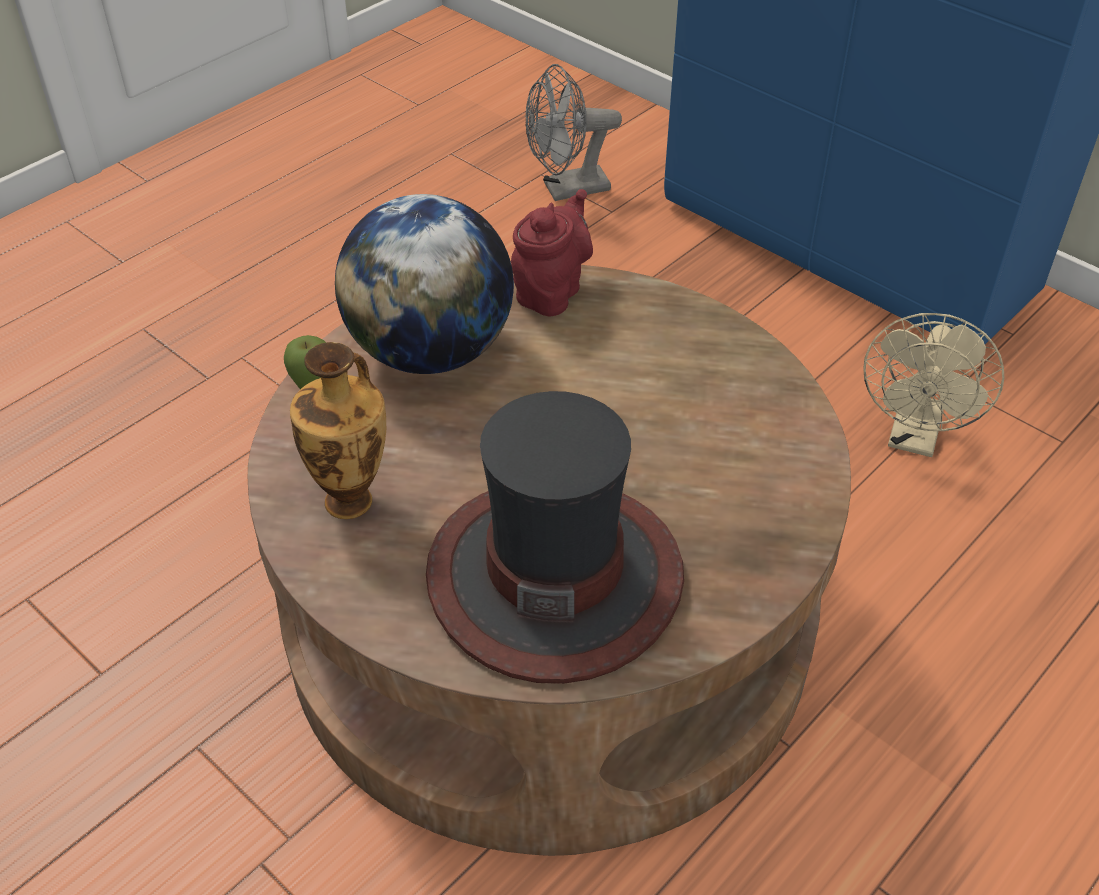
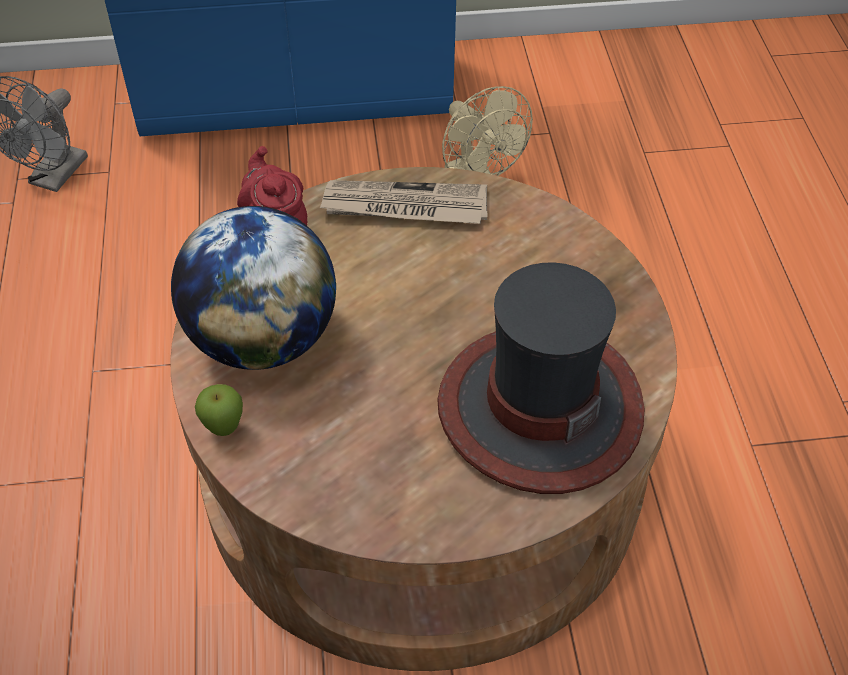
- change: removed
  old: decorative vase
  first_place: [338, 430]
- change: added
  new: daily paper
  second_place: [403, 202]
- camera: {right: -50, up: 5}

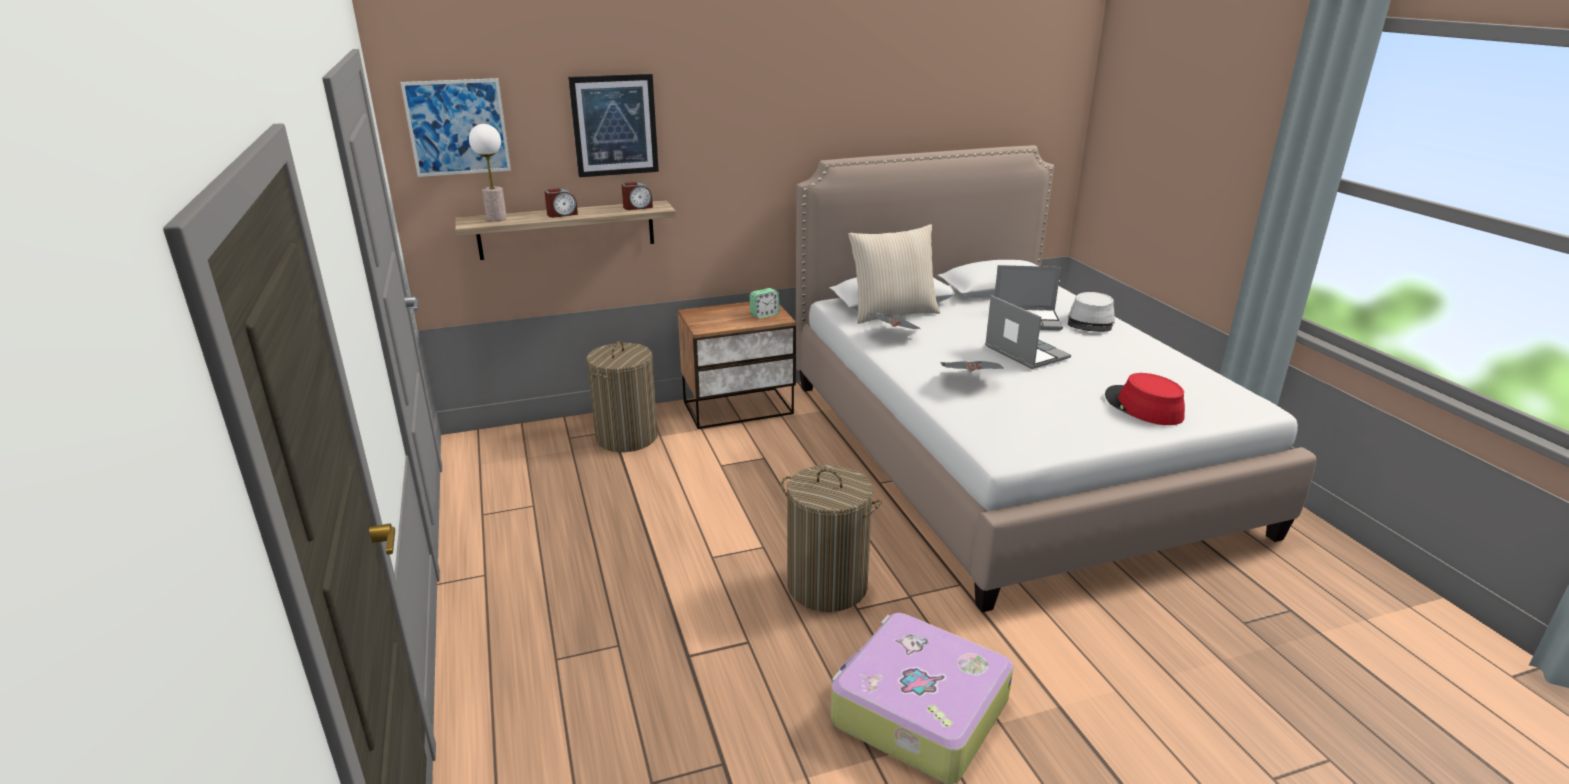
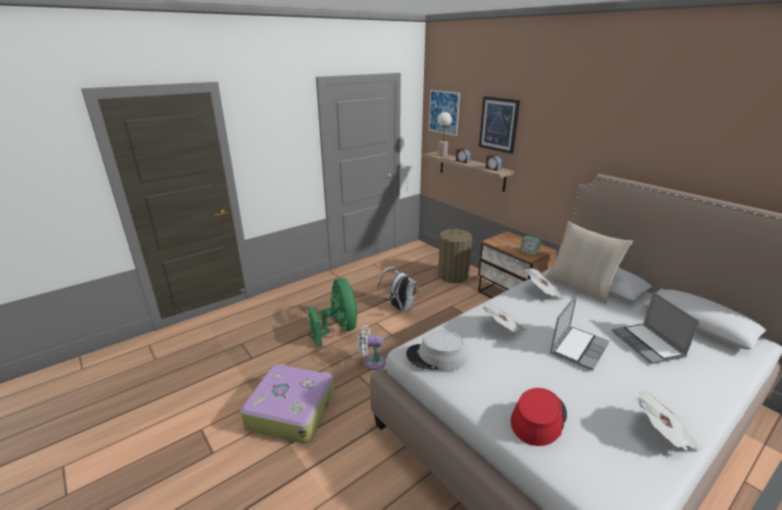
- change: replaced
  old: washing basket
  new: cooling fan (white)
  first_place: [831, 538]
  second_place: [372, 347]
- change: moved
  old: clothing hat (greyish)
  first_place: [1091, 312]
  second_place: [436, 351]
- change: added
  new: cooling fan (greenish)
  second_place: [333, 312]
- change: added
  new: backpack (white)
  second_place: [398, 289]
- change: added
  new: daily paper
  second_place: [668, 421]
- camera: {right: 70, up: 0}

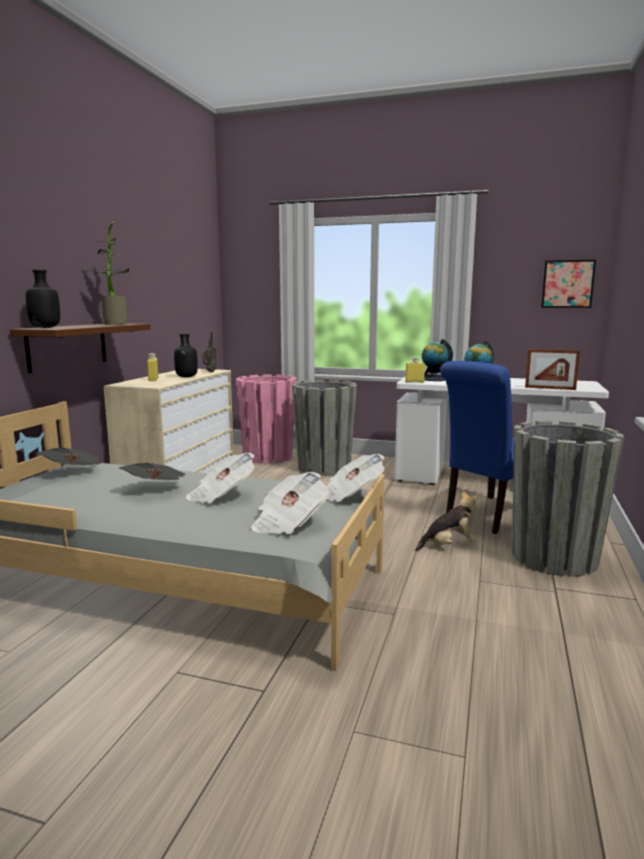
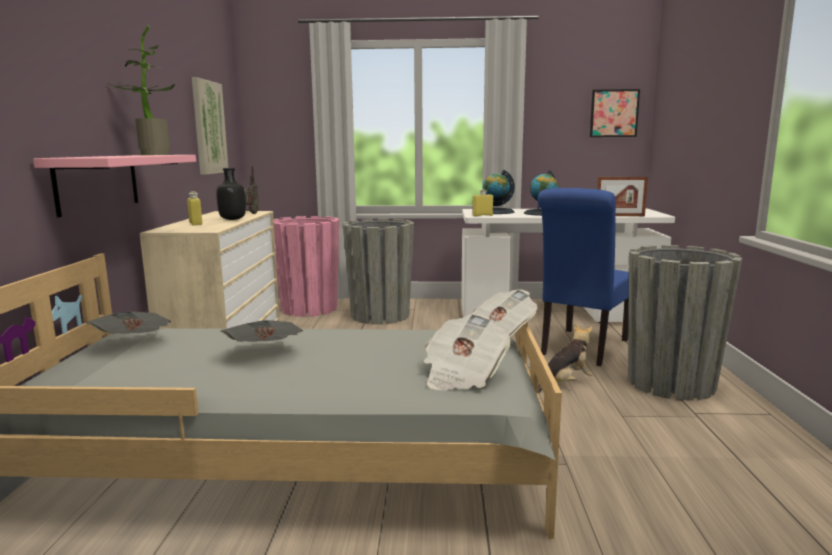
- change: recoloured
  old: shelf (brown-coloured)
  new: shelf (pinkish)
  first_place: [80, 348]
  second_place: [114, 186]
- change: removed
  old: drink bottle (blackish)
  first_place: [43, 299]
- change: removed
  old: daily paper
  first_place: [220, 478]
- change: added
  new: wall art
  second_place: [210, 126]
- camera: {right: -15, up: 0}

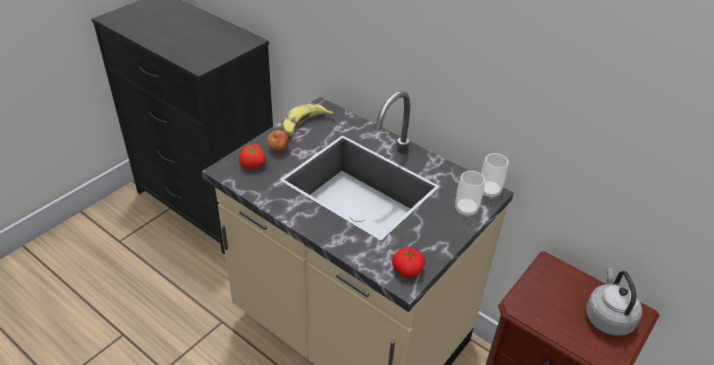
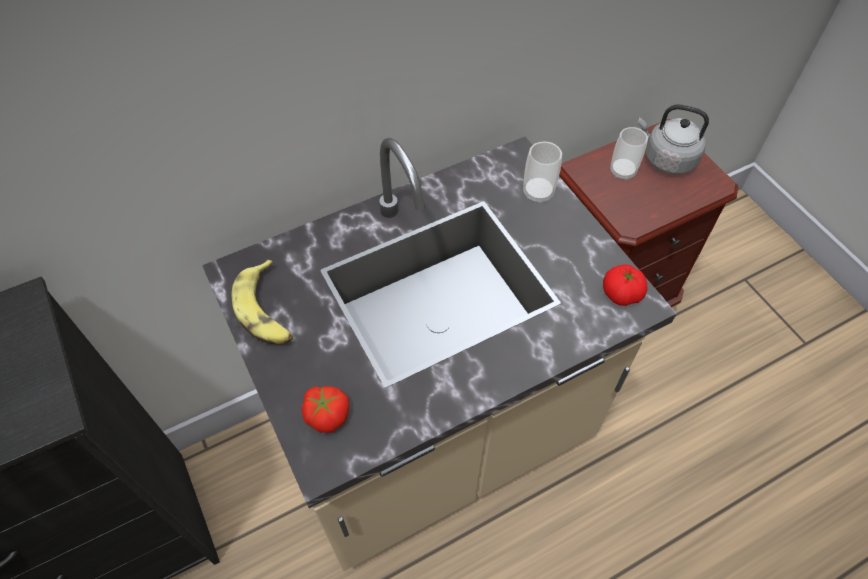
- change: removed
  old: apple
  first_place: [278, 140]
- change: moved
  old: drinking cup
  first_place: [495, 176]
  second_place: [629, 154]
- camera: {right: -65, up: 15}

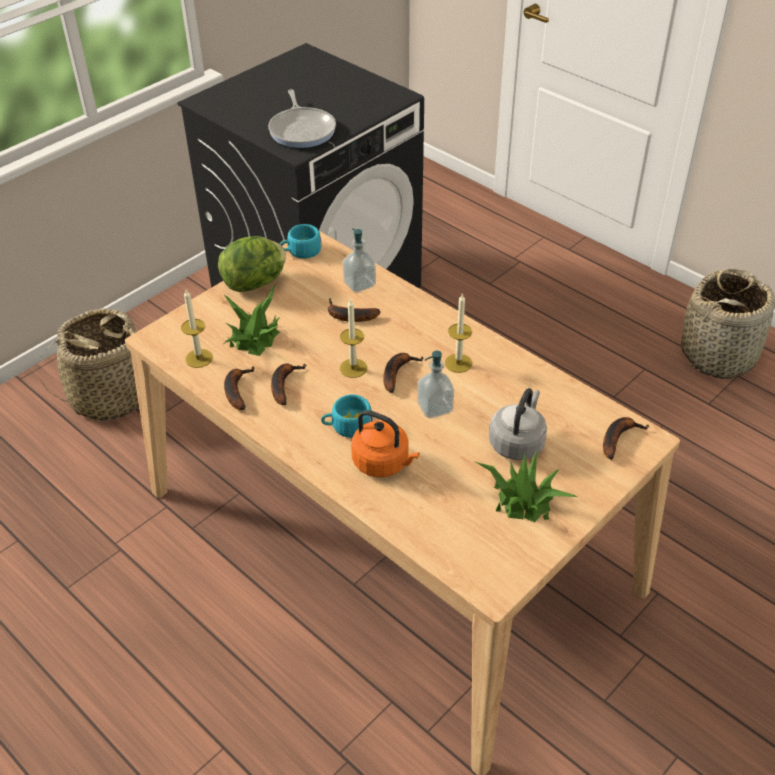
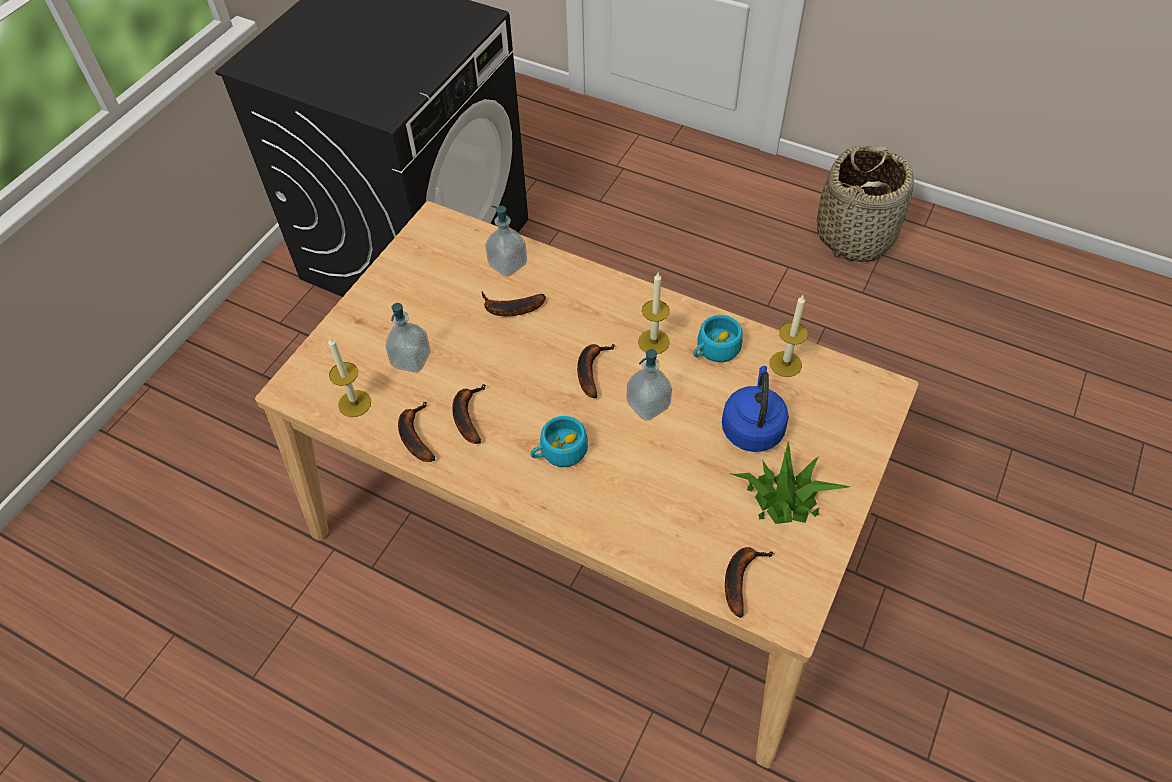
- change: removed
  old: storage basket
  first_place: [88, 364]
- change: removed
  old: lettuce
  first_place: [252, 264]
- change: replaced
  old: potted plant
  new: soap bottle
  first_place: [252, 320]
  second_place: [408, 338]
- change: removed
  old: pan
  first_place: [302, 118]
- change: moved
  old: drinking cup (blue-green)
  first_place: [301, 241]
  second_place: [718, 338]
- change: moved
  old: wax candle
  first_place: [353, 338]
  second_place: [789, 336]
- change: removed
  old: kettle (orange-coloured)
  first_place: [385, 443]
- change: recoloured
  old: kettle (greyish)
  new: kettle (blue-coloured)
  first_place: [518, 424]
  second_place: [755, 409]
- change: moved
  old: banana
  first_place: [626, 438]
  second_place: [749, 582]
- camera: {right: -15, up: 10}

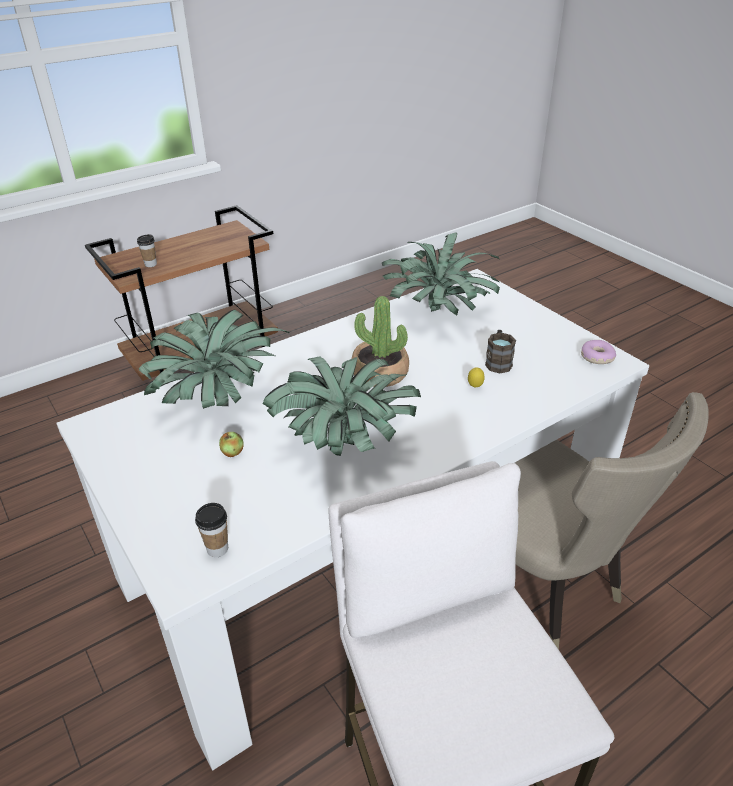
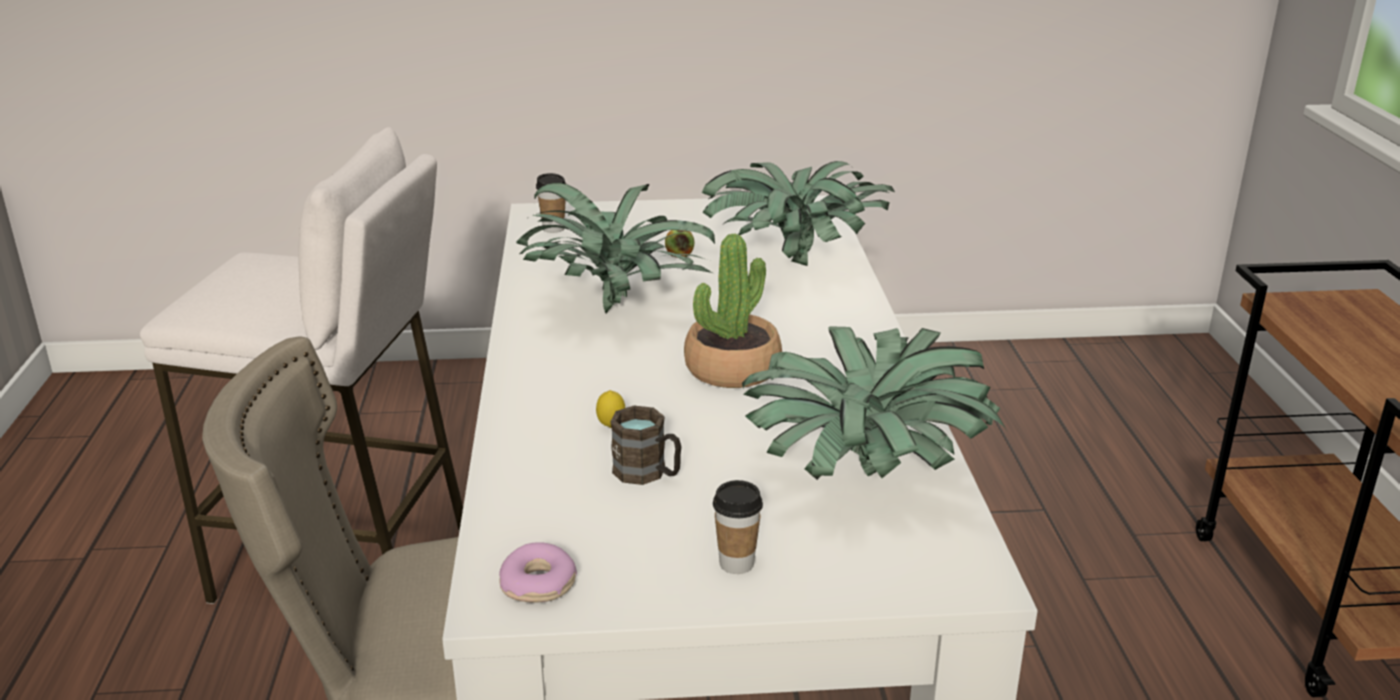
- change: moved
  old: drinking cup
  first_place: [147, 250]
  second_place: [738, 527]
- camera: {right: 120, up: -10}

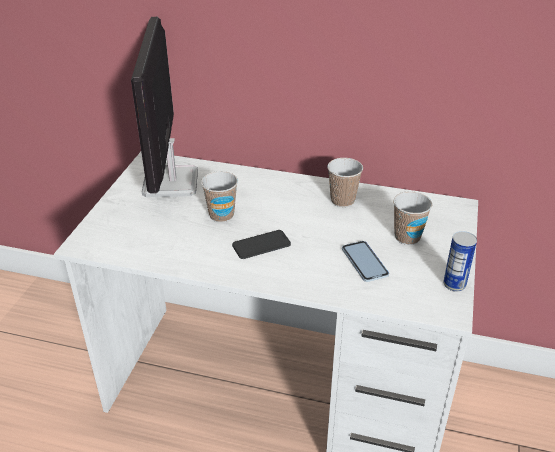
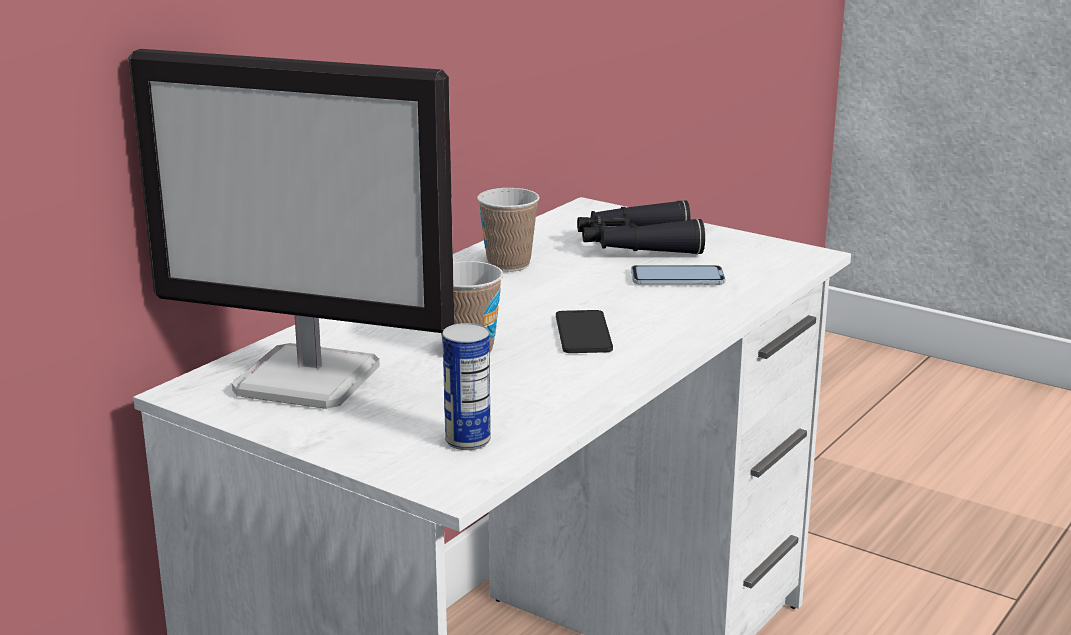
- change: replaced
  old: drinking cup
  new: pair of binoculars (blackish)
  first_place: [412, 218]
  second_place: [641, 227]
- change: moved
  old: metal can
  first_place: [460, 261]
  second_place: [466, 386]
- camera: {right: -70, up: -15}

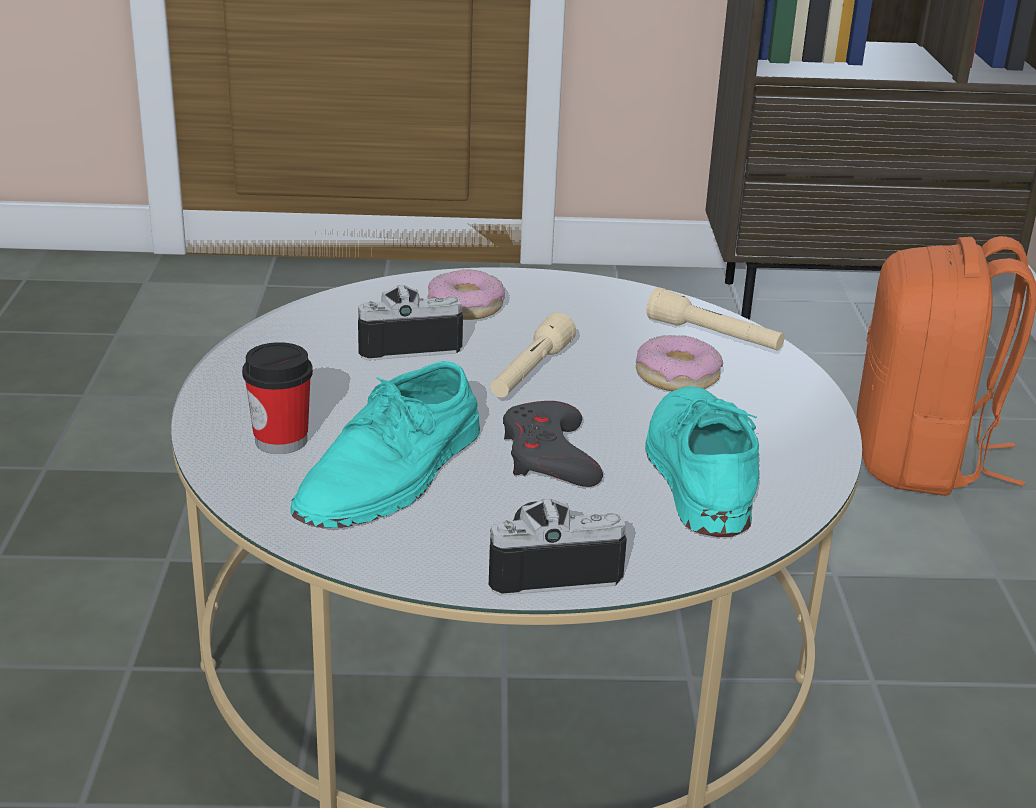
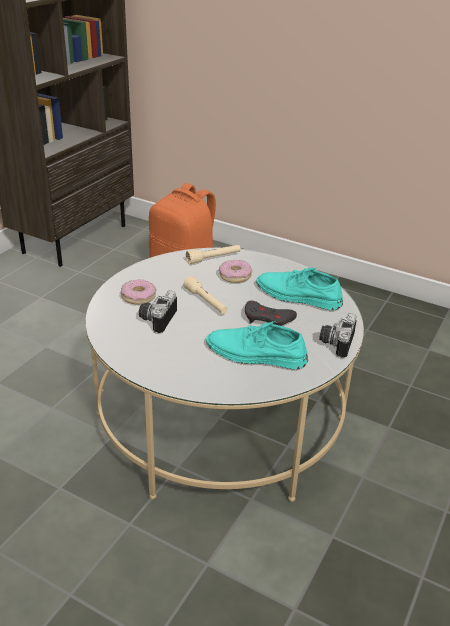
- change: removed
  old: drinking cup
  first_place: [277, 398]
- change: turned
  old: item of footwear (blue-green)
  first_place: [385, 444]
  second_place: [257, 345]
  degrees: 135
- camera: {right: -60, up: 5}

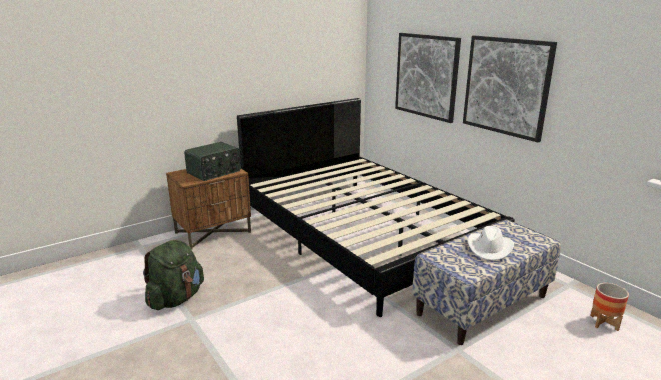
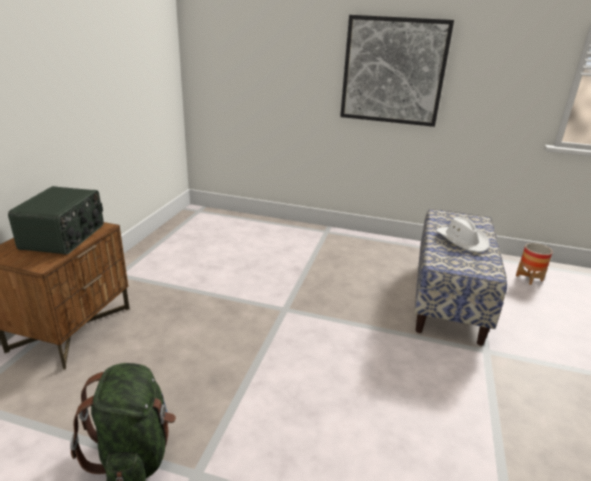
- change: removed
  old: sleeping bed (blackish)
  first_place: [376, 207]
- change: removed
  old: wall art
  first_place: [428, 78]
- camera: {right: -40, up: 5}

